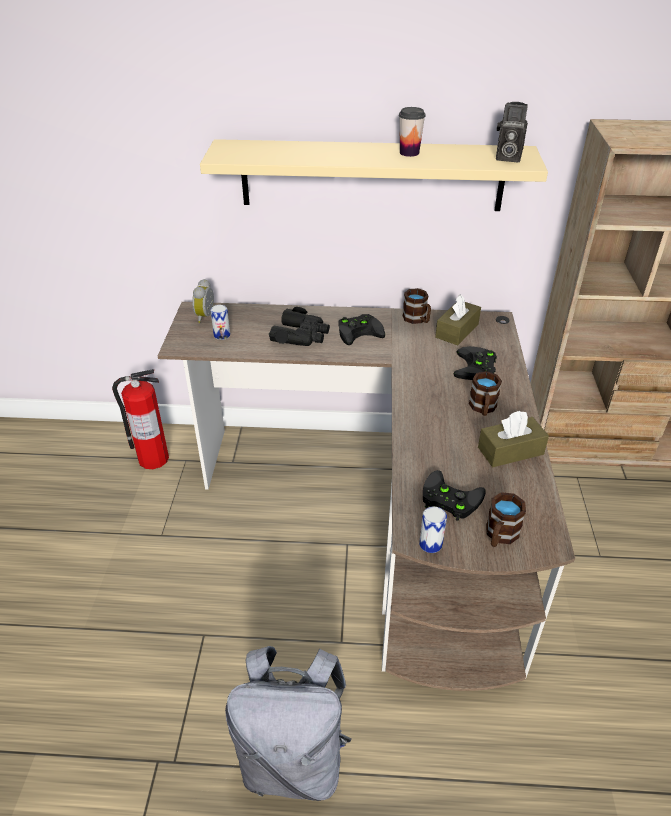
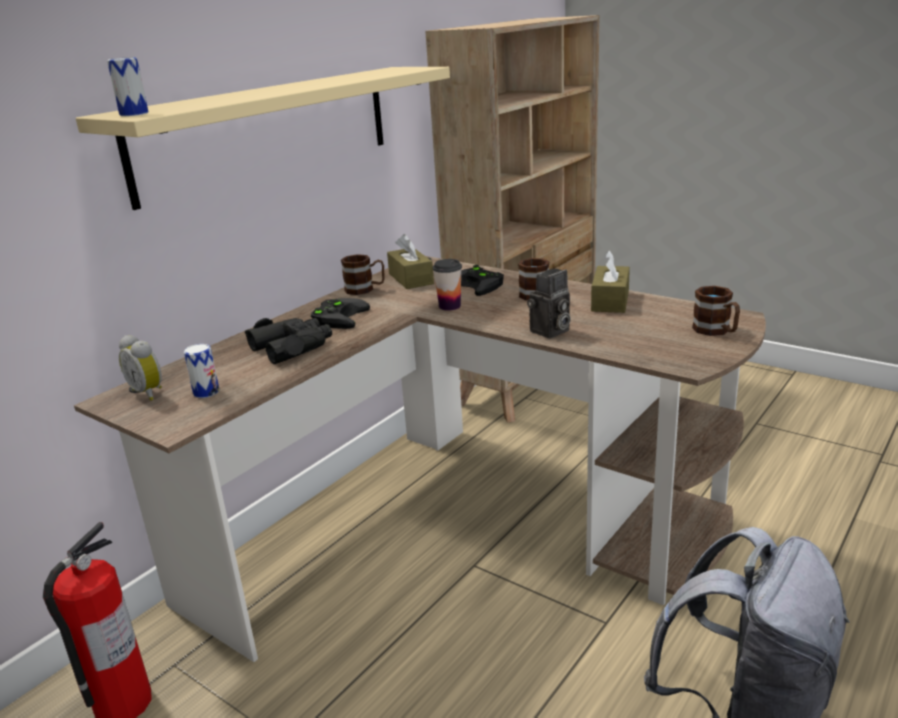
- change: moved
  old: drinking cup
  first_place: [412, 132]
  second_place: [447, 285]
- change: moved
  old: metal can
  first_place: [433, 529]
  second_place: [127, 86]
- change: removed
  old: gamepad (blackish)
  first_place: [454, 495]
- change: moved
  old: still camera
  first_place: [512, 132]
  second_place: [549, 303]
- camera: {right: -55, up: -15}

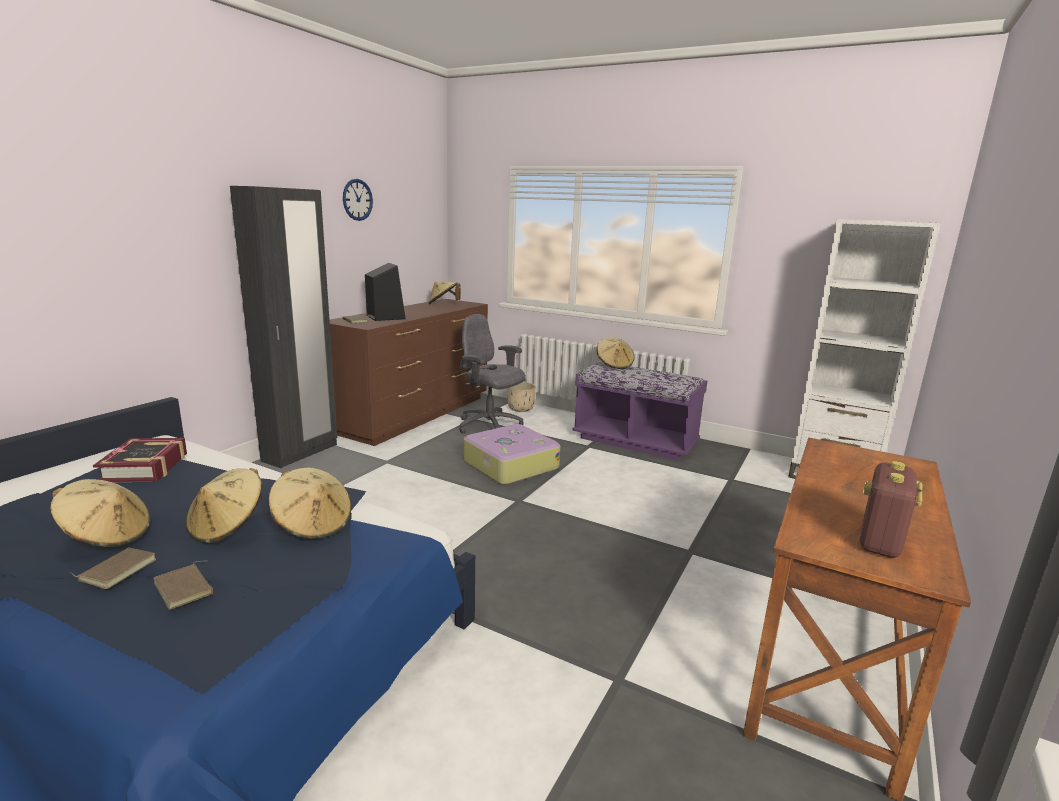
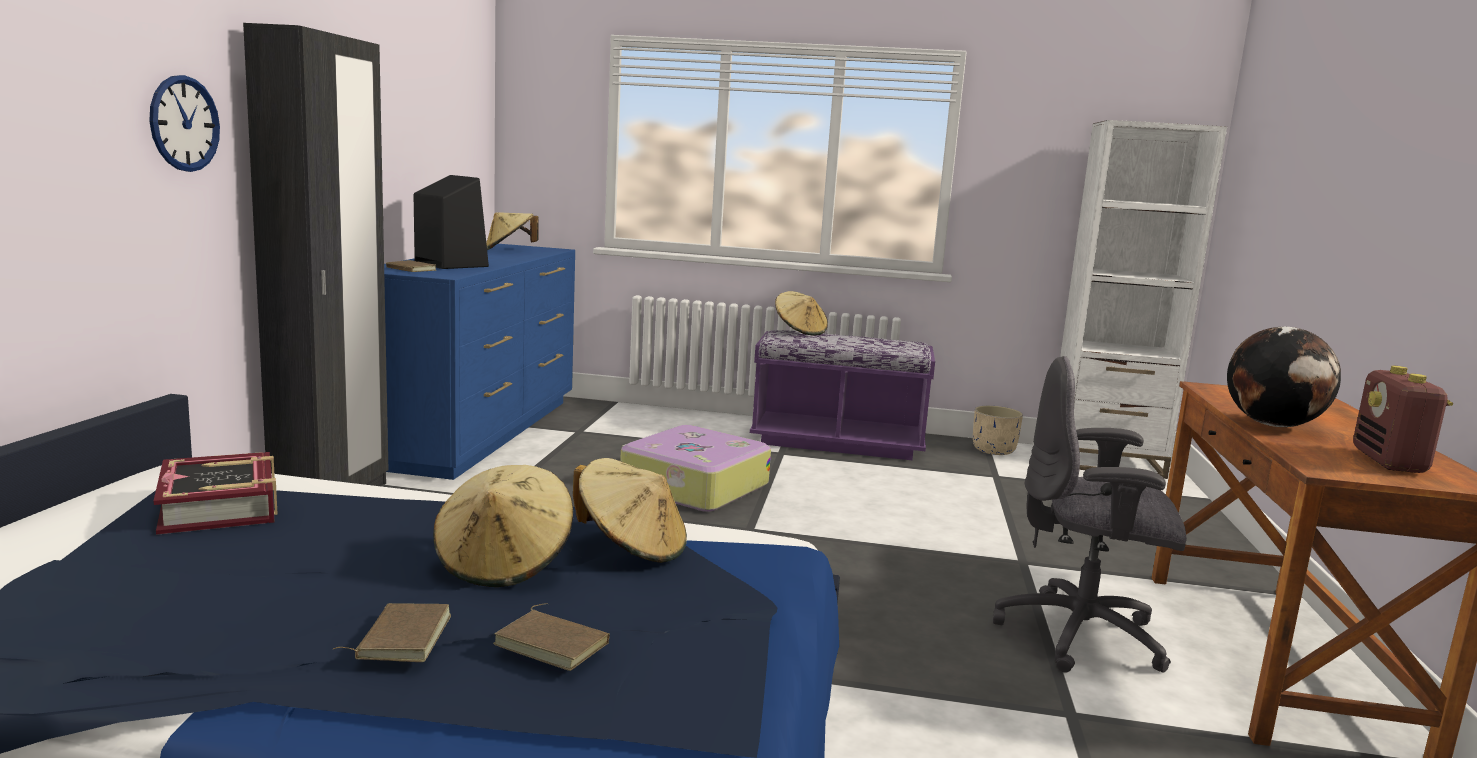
- change: removed
  old: clothing hat (beige)
  first_place: [100, 513]
- change: recoloured
  old: chest of drawers (brown-coloured)
  new: chest of drawers (blue-coloured)
  first_place: [409, 372]
  second_place: [479, 362]
- change: moved
  old: hanging clock
  first_place: [358, 200]
  second_place: [184, 123]
- change: moved
  old: desk chair (greyish)
  first_place: [492, 374]
  second_place: [1090, 514]
- change: moved
  old: plant pot (beige)
  first_place: [522, 397]
  second_place: [998, 430]
- change: added
  new: globe
  second_place: [1284, 377]
- camera: {right: -20, up: -5}

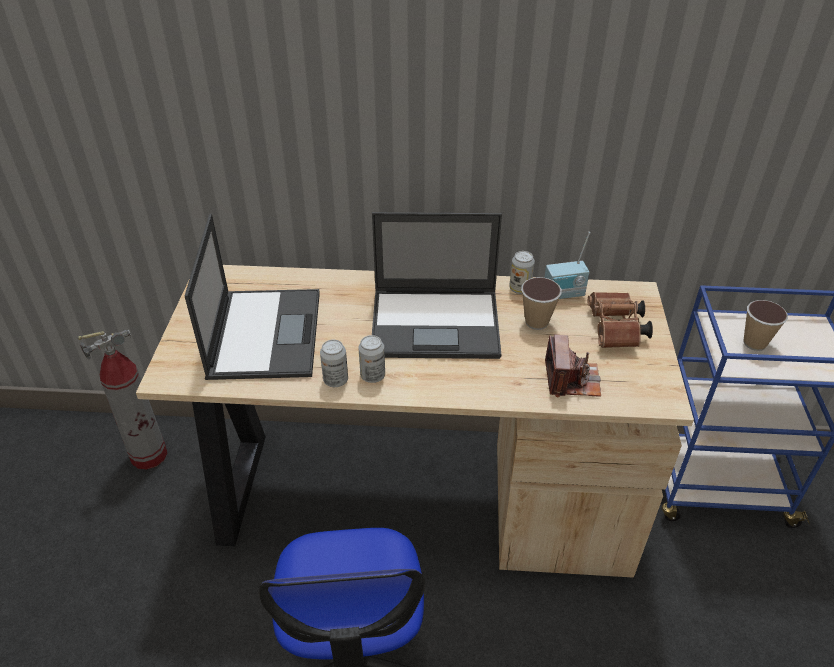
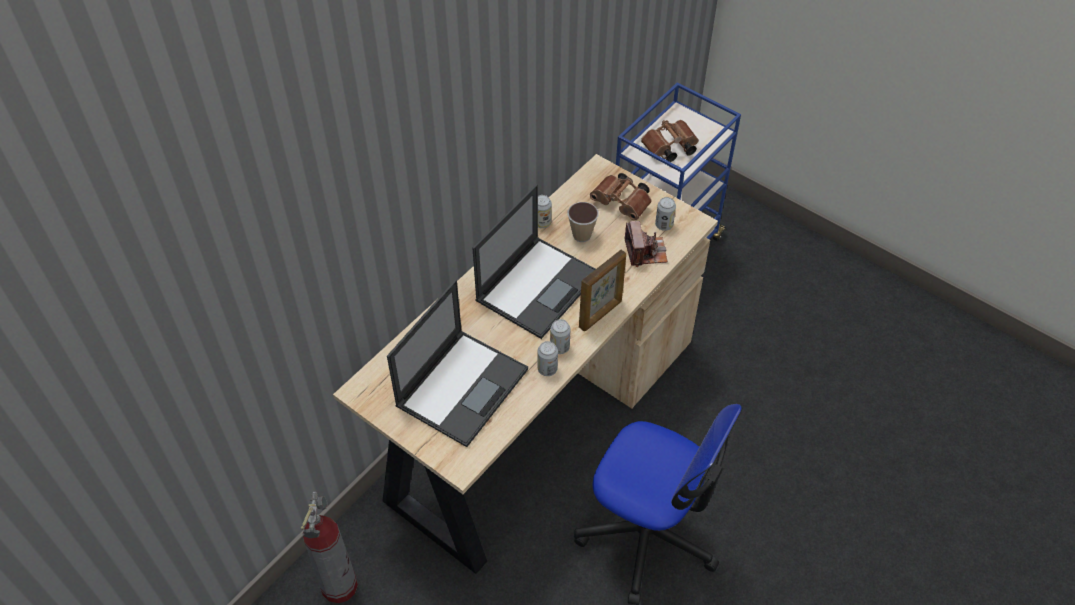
- change: turned
  old: portable computer
  first_place: [252, 297]
  second_place: [457, 363]
  degrees: 90
- change: removed
  old: radio set
  first_place: [567, 265]
- change: turned
  old: still camera
  first_place: [573, 365]
  second_place: [646, 244]
  degrees: 45
- change: replaced
  old: drinking cup
  new: pair of binoculars (brown-coloured)
  first_place: [766, 325]
  second_place: [670, 141]
- change: added
  new: standing frame
  second_place: [602, 290]
- change: added
  new: metal can
  second_place: [665, 214]
- camera: {right: -55, up: 10}

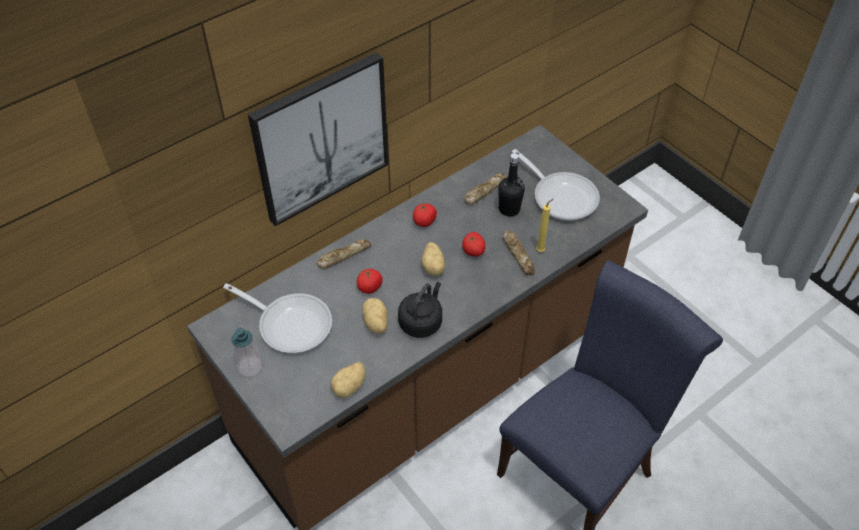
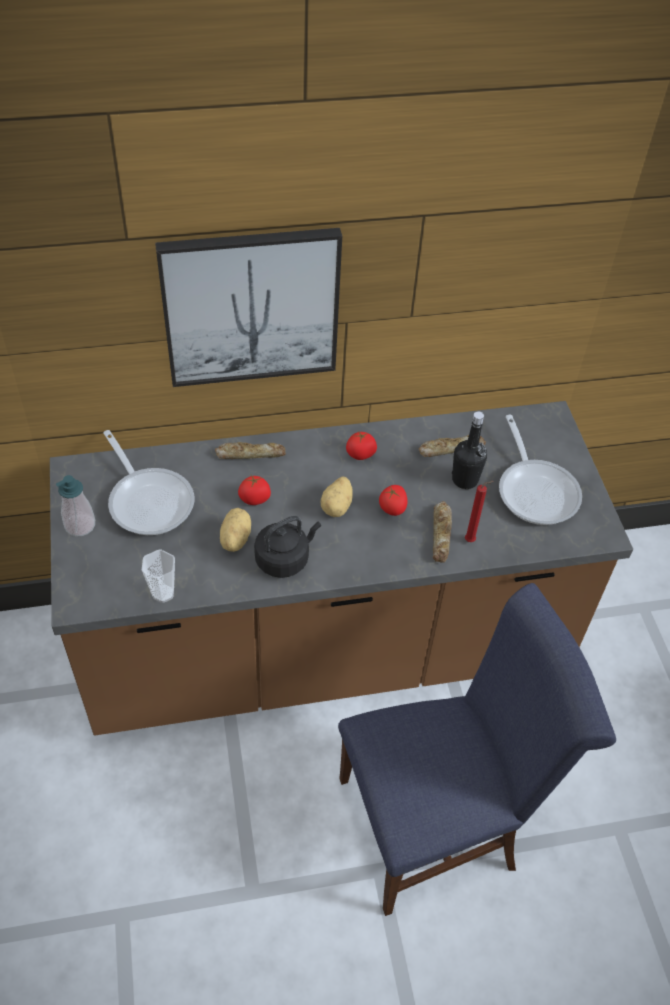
- change: replaced
  old: potato
  new: drinking cup
  first_place: [348, 380]
  second_place: [158, 576]
- change: recoloured
  old: wax candle (yellow-coloured)
  new: wax candle (red)
  first_place: [545, 225]
  second_place: [479, 511]
- camera: {right: 25, up: 0}

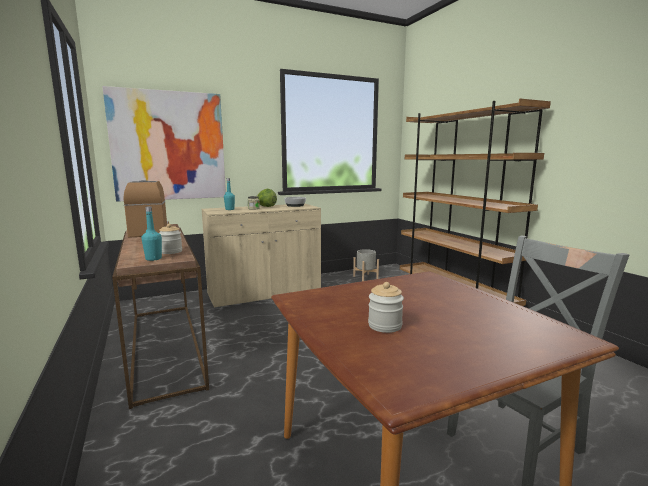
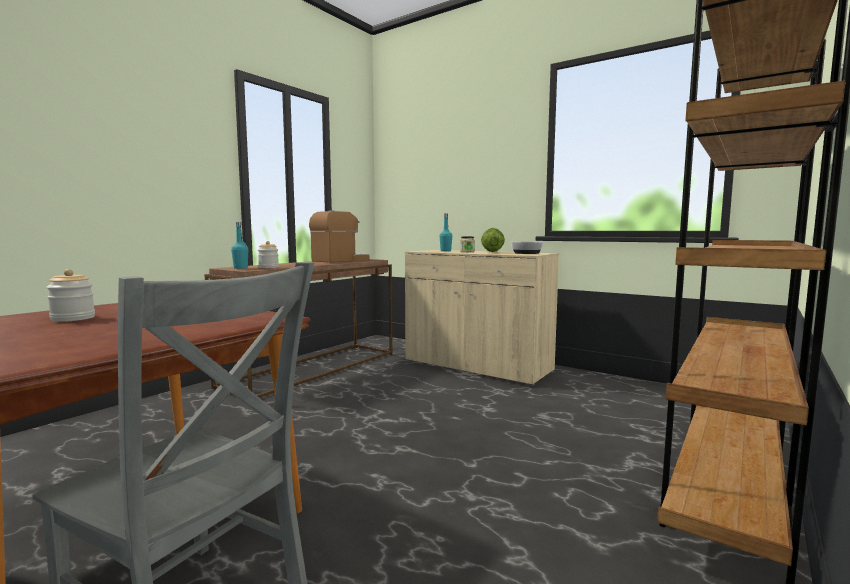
- change: removed
  old: wall art
  first_place: [164, 144]
- change: removed
  old: plant pot (greyish)
  first_place: [366, 265]
- camera: {right: 60, up: -5}

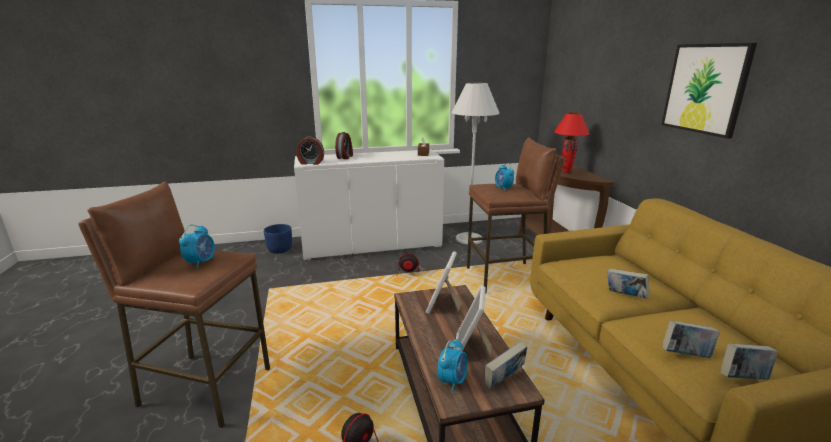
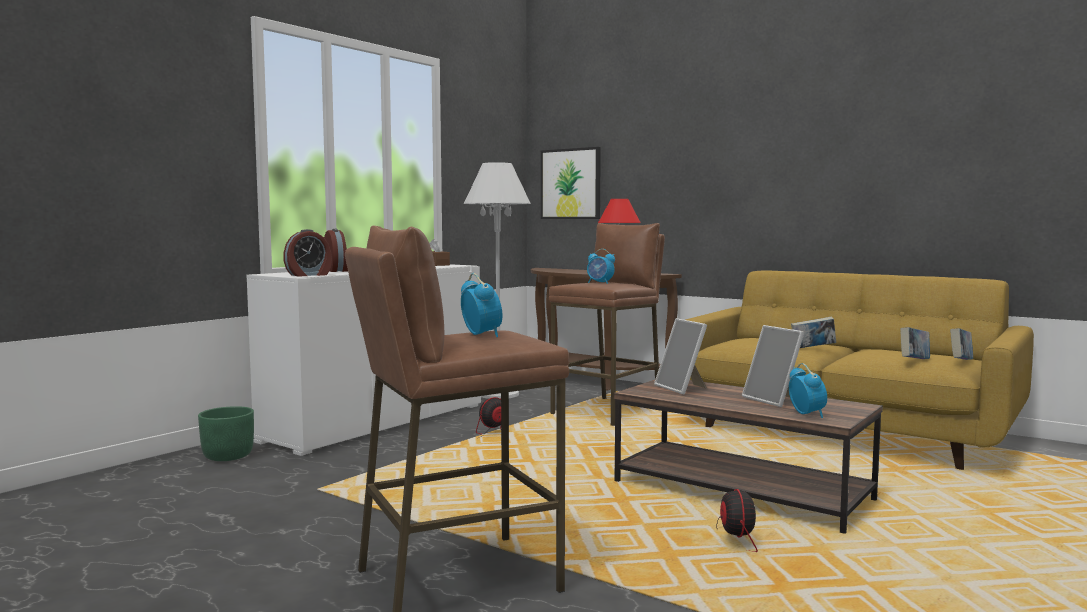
- change: recoloured
  old: plant pot (blue-coloured)
  new: plant pot (greenish)
  first_place: [277, 239]
  second_place: [226, 433]
- change: removed
  old: bound book
  first_place: [505, 365]
- change: moved
  old: wall art
  first_place: [709, 91]
  second_place: [571, 183]
- camera: {right: -40, up: -15}

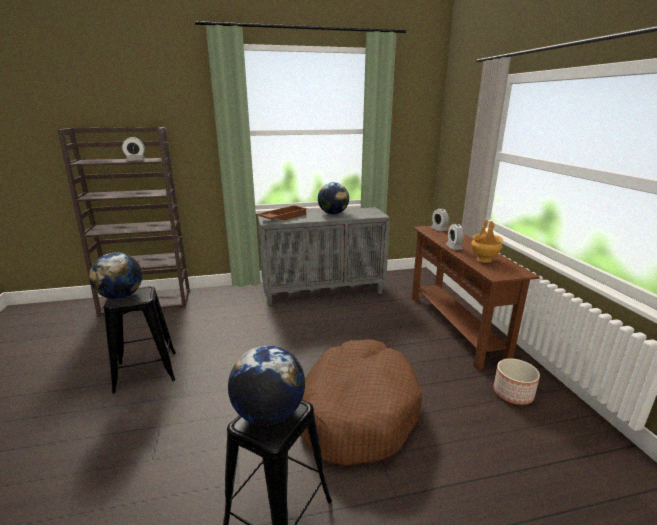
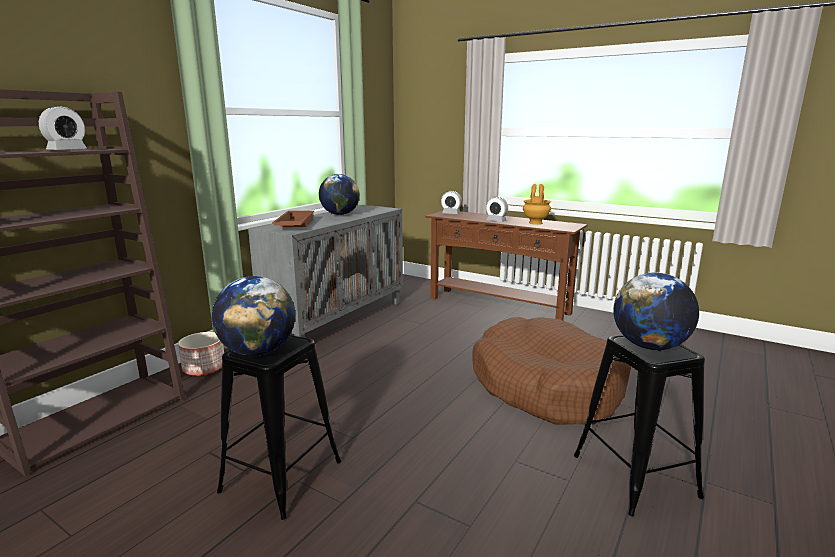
- change: moved
  old: plant pot
  first_place: [516, 381]
  second_place: [201, 354]
- camera: {right: -45, up: -5}

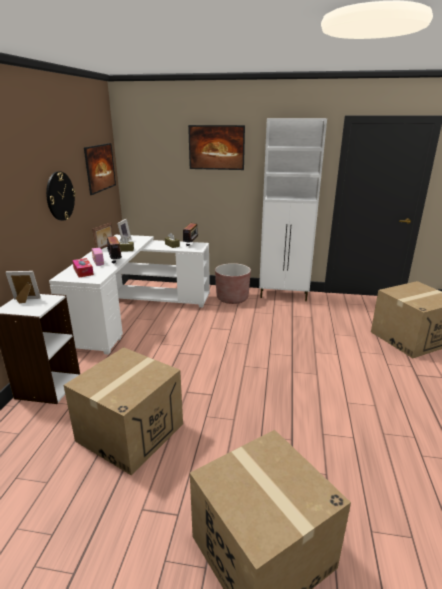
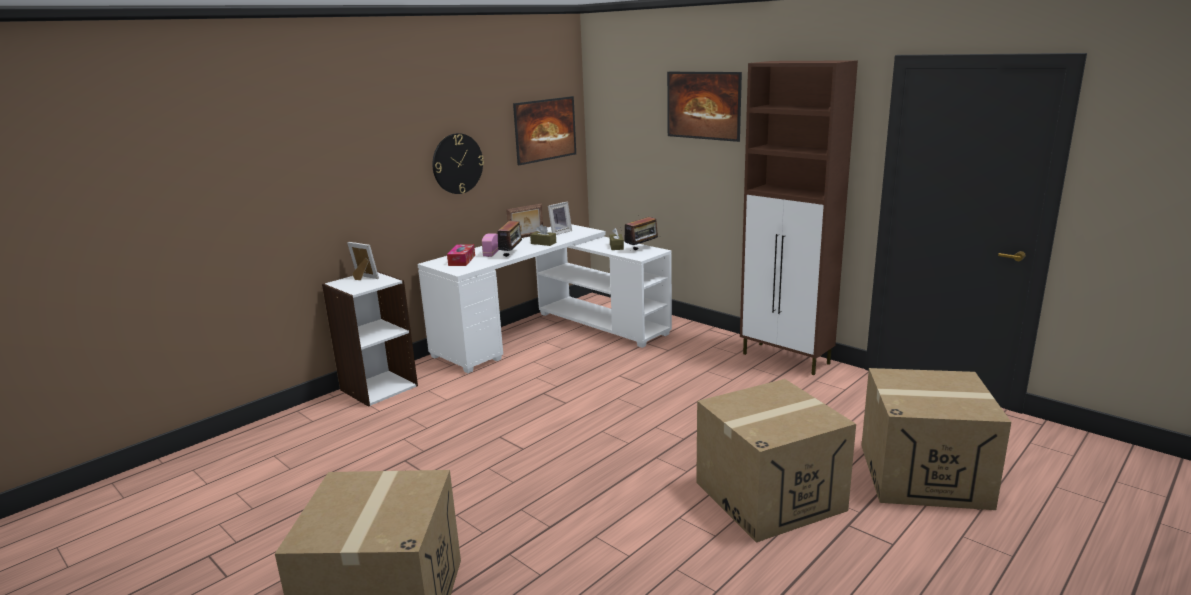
- change: moved
  old: packing box
  first_place: [123, 411]
  second_place: [776, 461]
- change: removed
  old: plant pot (brown-coloured)
  first_place: [233, 283]
- change: recoloured
  old: cupboard (white)
  new: cupboard (brown-coloured)
  first_place: [293, 209]
  second_place: [799, 217]
- camera: {right: 35, up: -5}

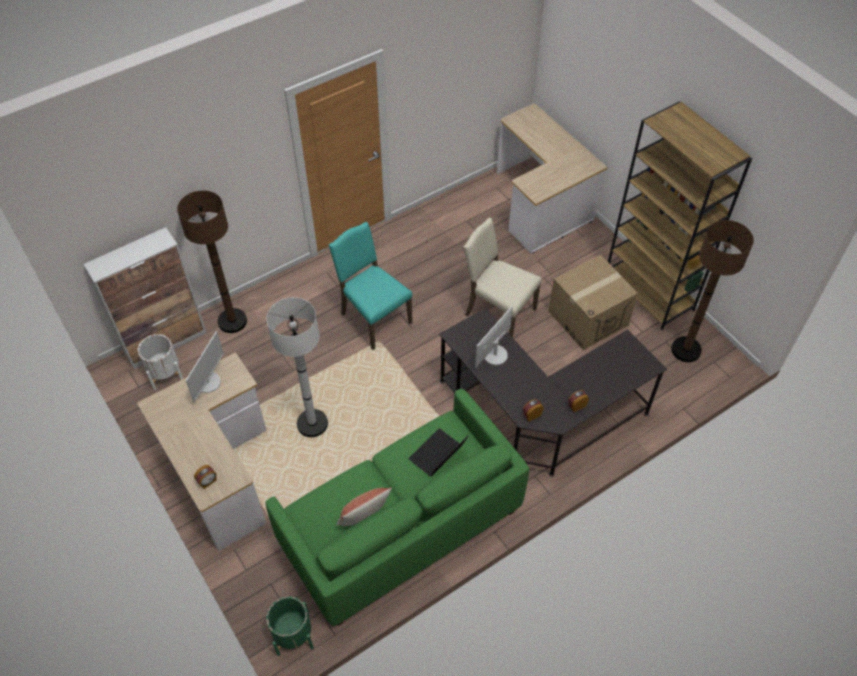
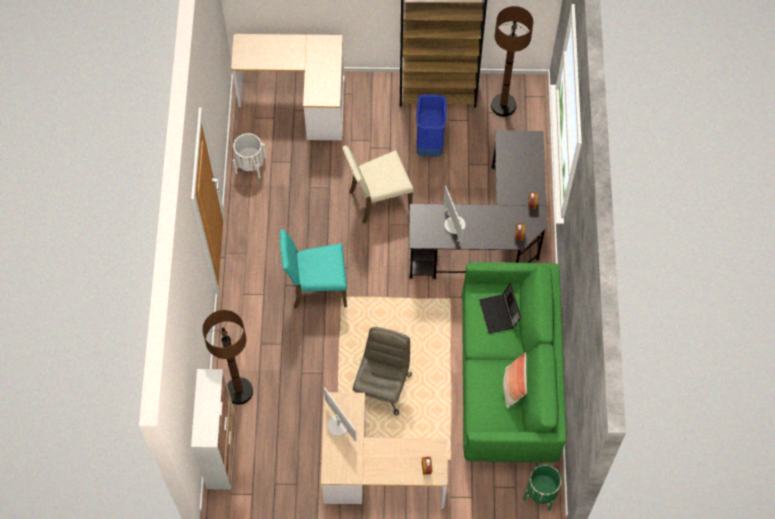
- change: moved
  old: plant pot (white)
  first_place: [160, 362]
  second_place: [249, 155]
- change: replaced
  old: standing lamp (white)
  new: desk chair (greyish)
  first_place: [297, 367]
  second_place: [382, 371]
- change: replaced
  old: packing box
  new: trash can (blue-coloured)
  first_place: [593, 302]
  second_place: [431, 125]
- camera: {right: -55, up: 10}

